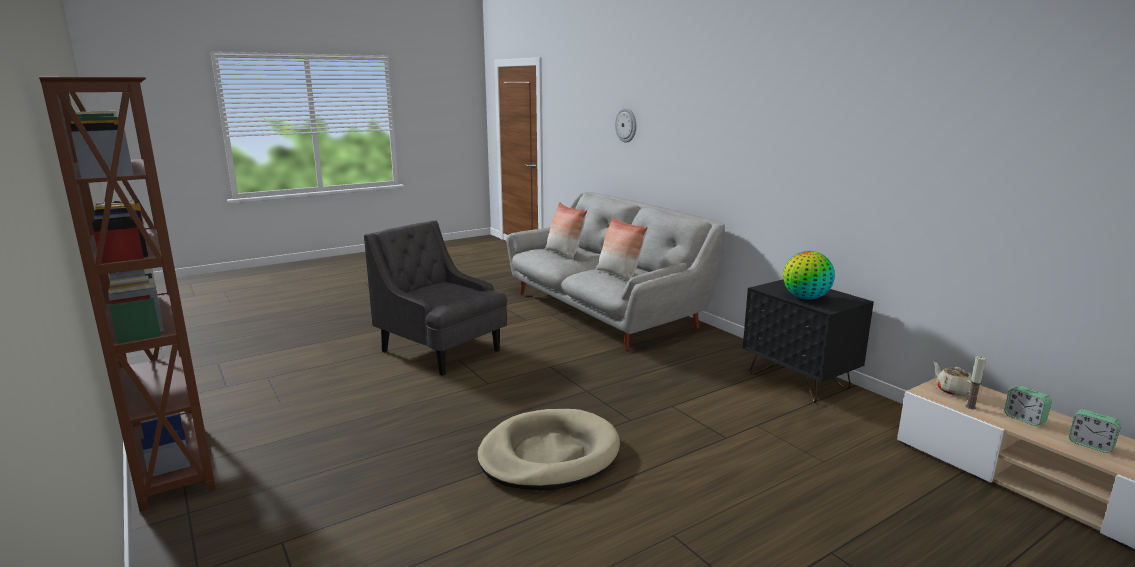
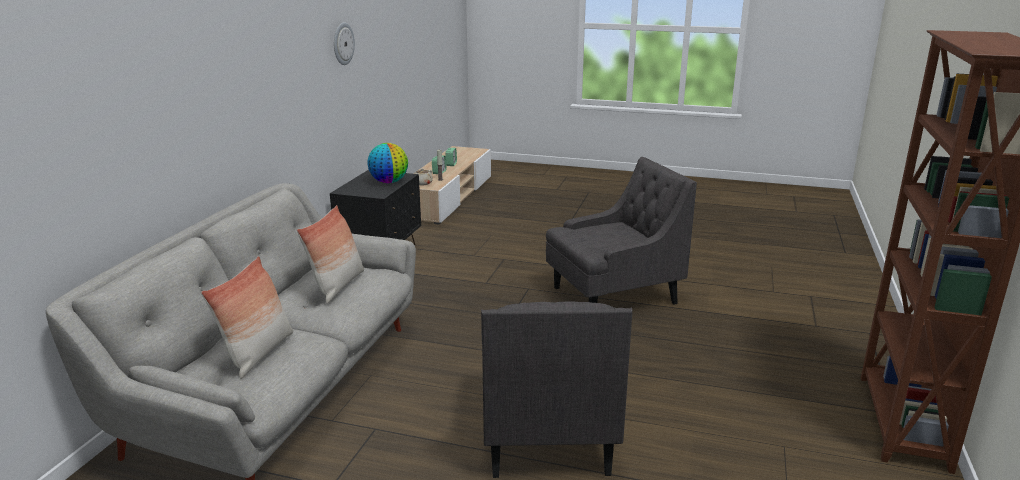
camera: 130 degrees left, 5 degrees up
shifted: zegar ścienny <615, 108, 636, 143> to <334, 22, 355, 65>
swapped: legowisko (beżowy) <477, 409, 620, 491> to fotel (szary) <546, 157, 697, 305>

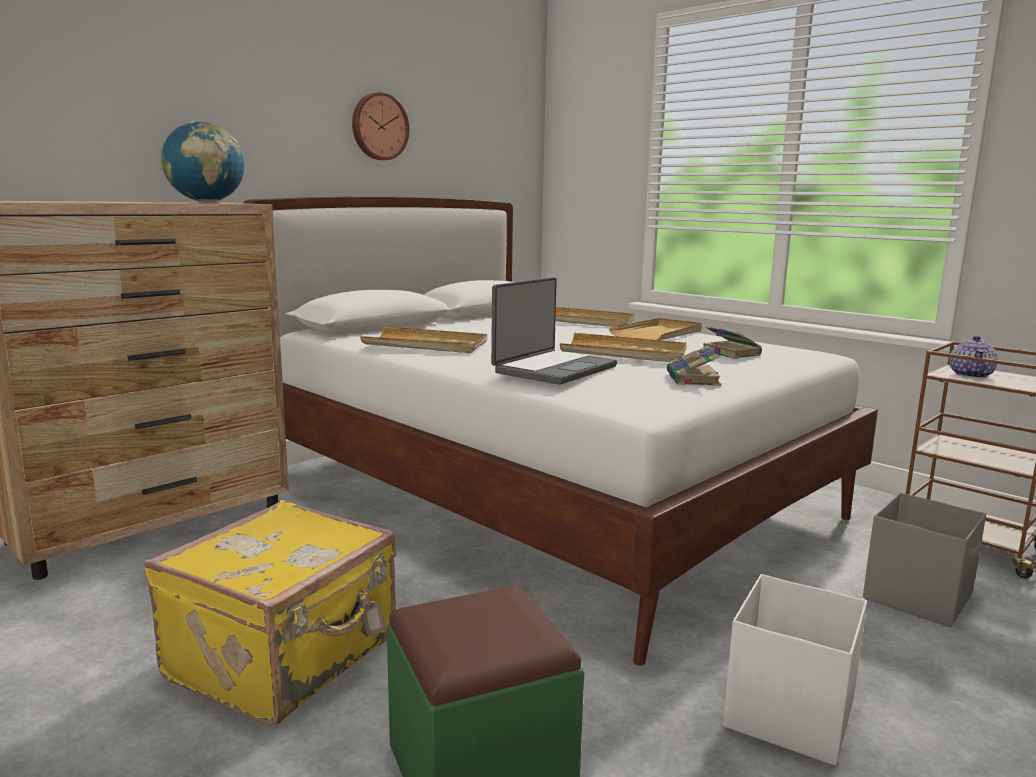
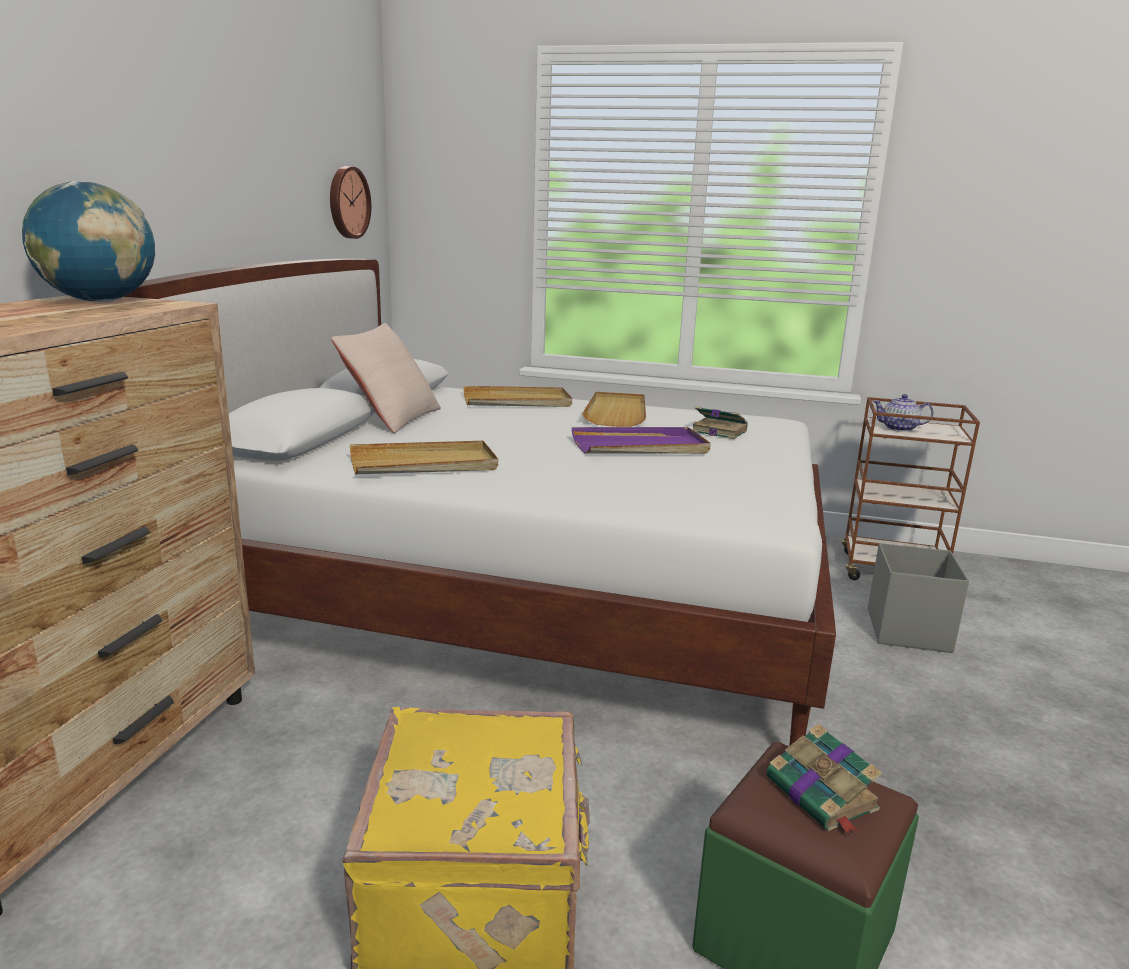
camera: 30 degrees left, 5 degrees up
gone: laptop <491, 277, 617, 385>; pojemnik do przechowywania (biały) <723, 574, 867, 765>
new: poduszka (beżowy) <331, 323, 441, 433>
shifted: zegar ścienny <352, 92, 409, 160> to <330, 166, 371, 239>; książka <667, 345, 722, 386> to <766, 724, 882, 835>
repainted: taca (beżowy) <560, 333, 687, 362> to taca (fioletowy) <572, 427, 711, 454>
rotated: imbryk <949, 335, 998, 378> = <873, 394, 934, 432> 105 degrees clockwise

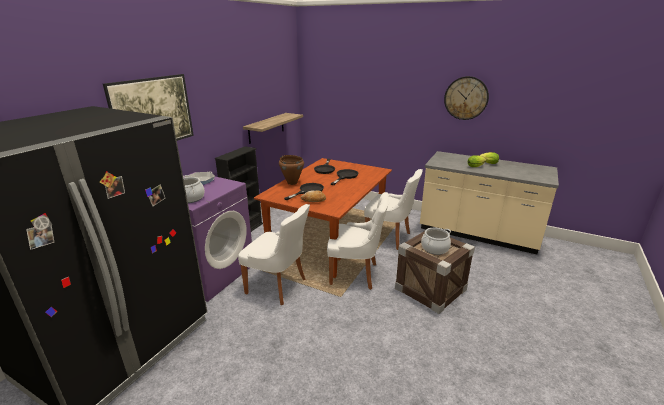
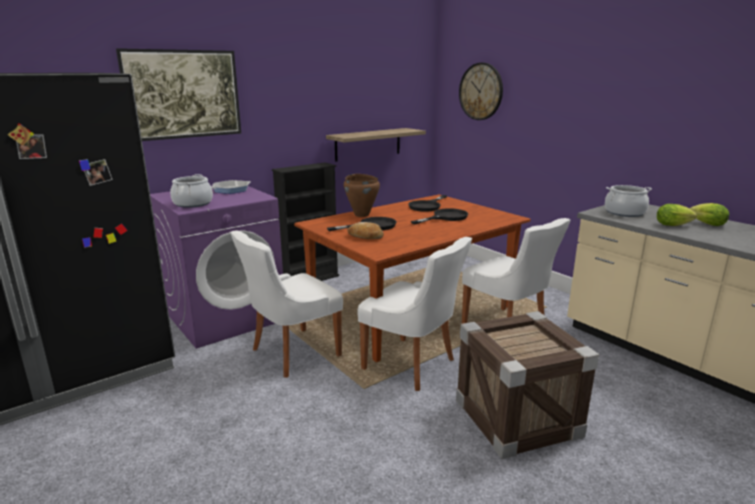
camera: 25 degrees right, 5 degrees down
shifted: zegar ścienny <444, 76, 489, 120> to <459, 62, 503, 120>; garnek <421, 228, 451, 255> to <605, 185, 652, 217>
rotated: krzesło (biały) <238, 204, 310, 305> = <230, 230, 343, 378> 90 degrees clockwise

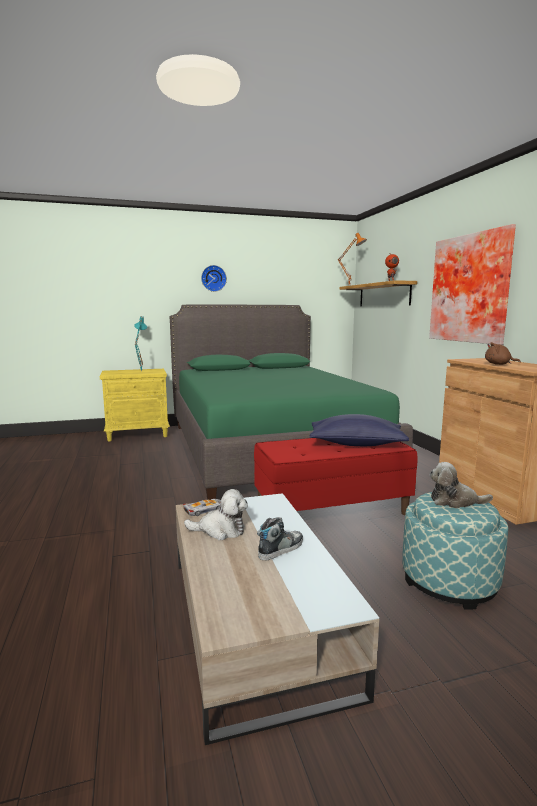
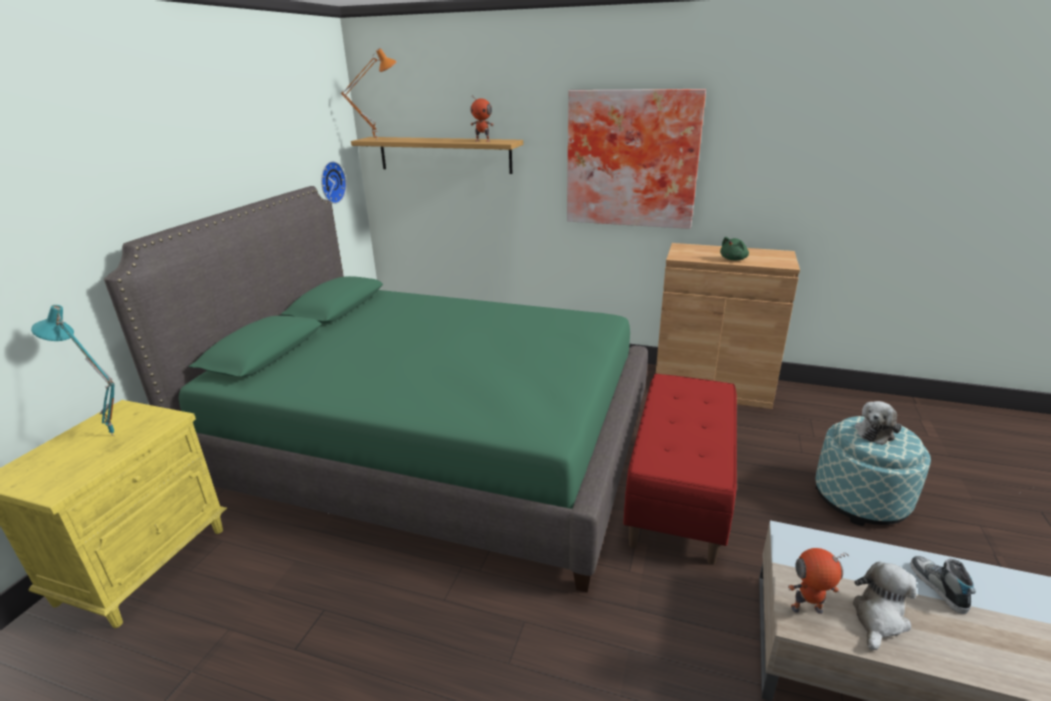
camera: 55 degrees left, 15 degrees up
gone: poduszka (niebieski) <310, 414, 409, 446>
shifted: zegar ścienny <201, 265, 227, 292> to <321, 161, 346, 204>
swapped: samochodzik <183, 499, 221, 516> to robot zabawkowy <788, 548, 849, 614>
repainted: pluszak (brązowy) <485, 342, 521, 365> to pluszak (zielony) <720, 237, 749, 261>

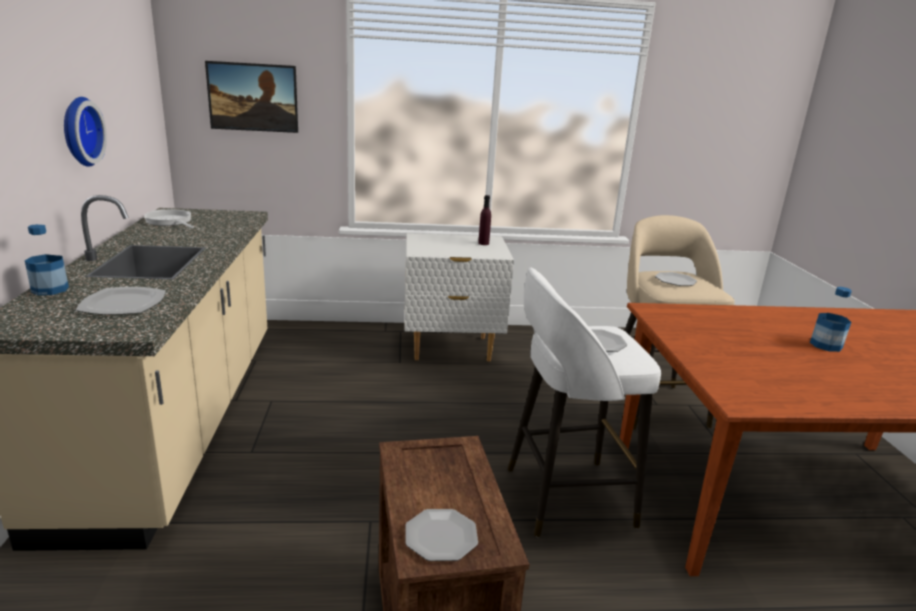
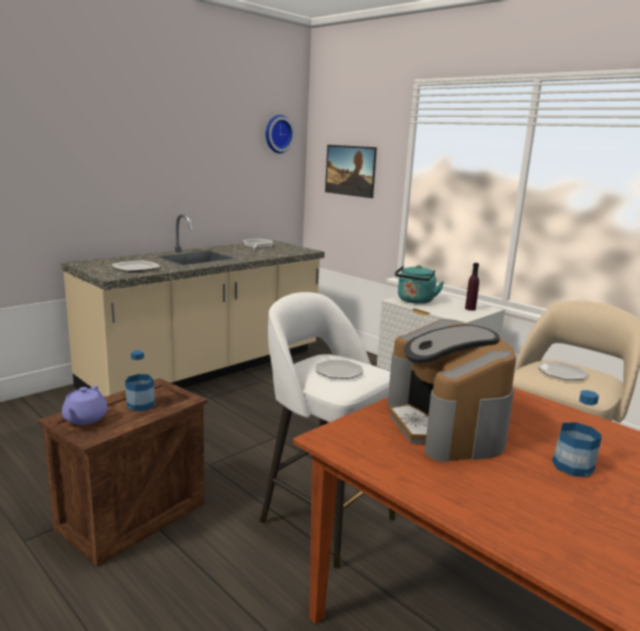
camera: 50 degrees right, 5 degrees down
new: ekspres do kawy <388, 319, 516, 462>; czajnik (turkusowy) <395, 265, 444, 304>
shifted: butelka <25, 224, 69, 295> to <125, 350, 155, 411>; zegar ścienny <64, 97, 107, 167> to <266, 115, 295, 153>
swapped: talerz <405, 509, 478, 561> to imbryk (fioletowy) <62, 386, 108, 425>

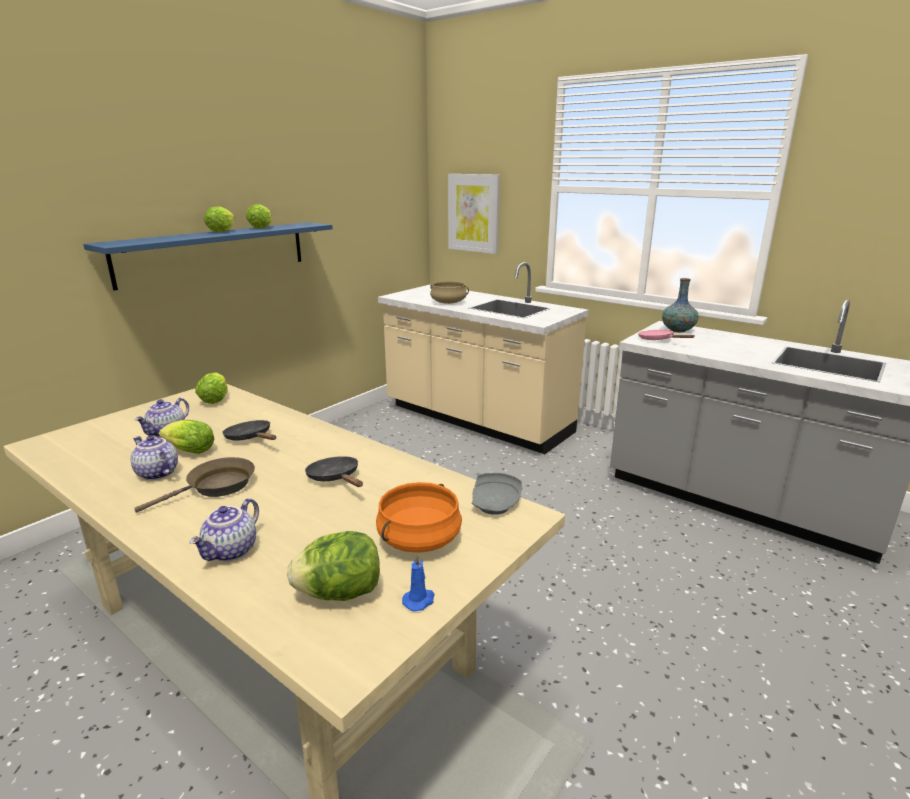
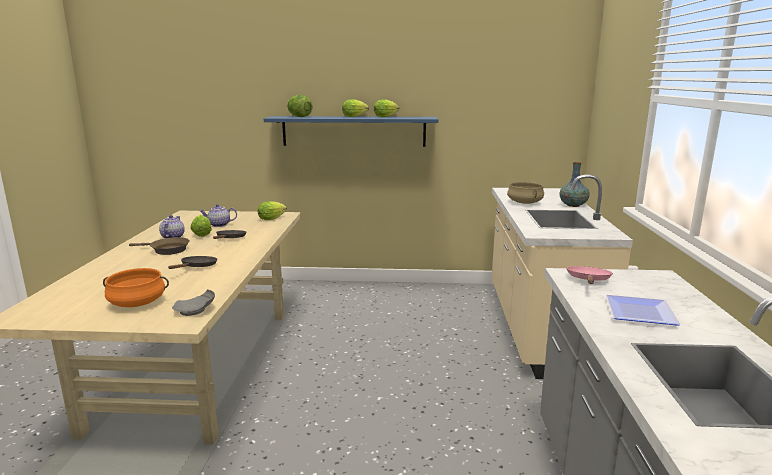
camera: 55 degrees right, 5 degrees down
gone: imbryk <190, 498, 259, 562>; świeca (niebieski) <402, 554, 435, 612>; obraz <448, 174, 500, 254>
new: talerz <606, 295, 681, 326>
shifted: sałata <287, 531, 380, 601> to <287, 95, 312, 117>; wazon <662, 278, 698, 332> to <560, 162, 590, 207>

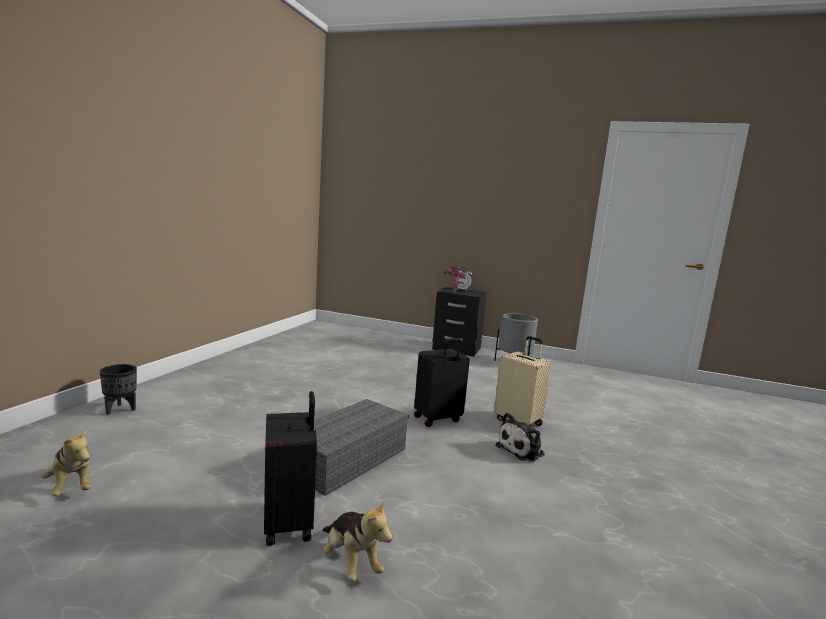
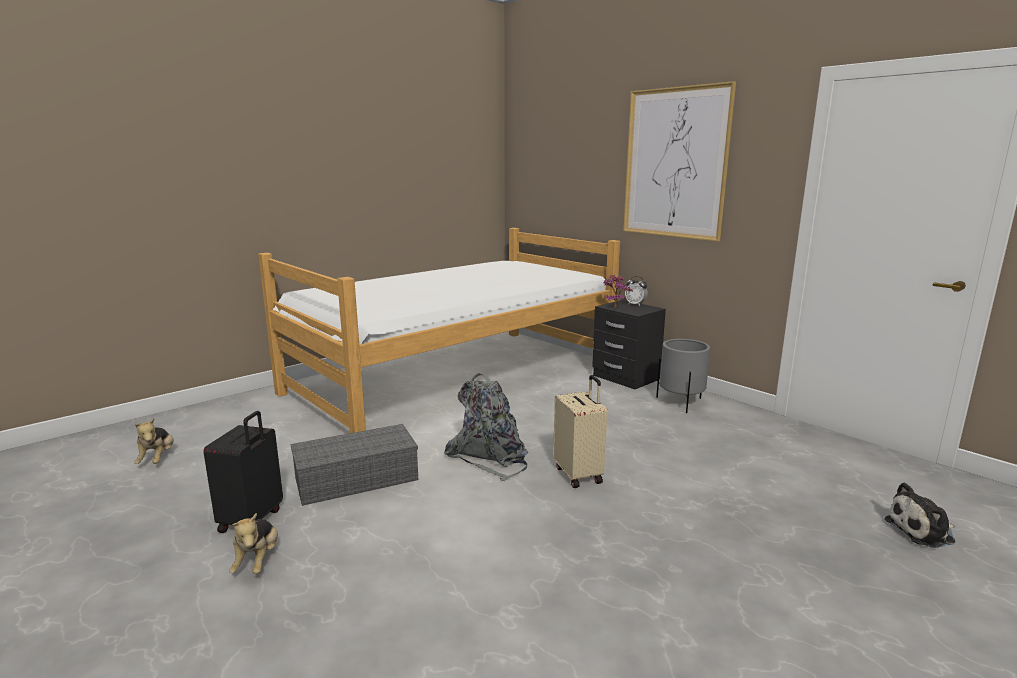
camera: 30 degrees right, 5 degrees up
gone: donica (czarny) <100, 364, 137, 415>
new: łóżko <258, 228, 620, 433>; obraz <623, 81, 736, 242>
shifted: pluszak <495, 412, 545, 462> to <884, 483, 955, 548>
swapped: walizka (czarny) <414, 338, 470, 427> to plecak (szary) <444, 373, 529, 481>

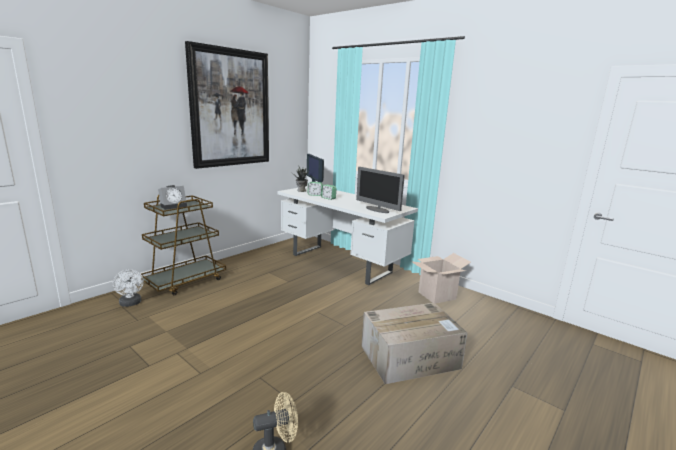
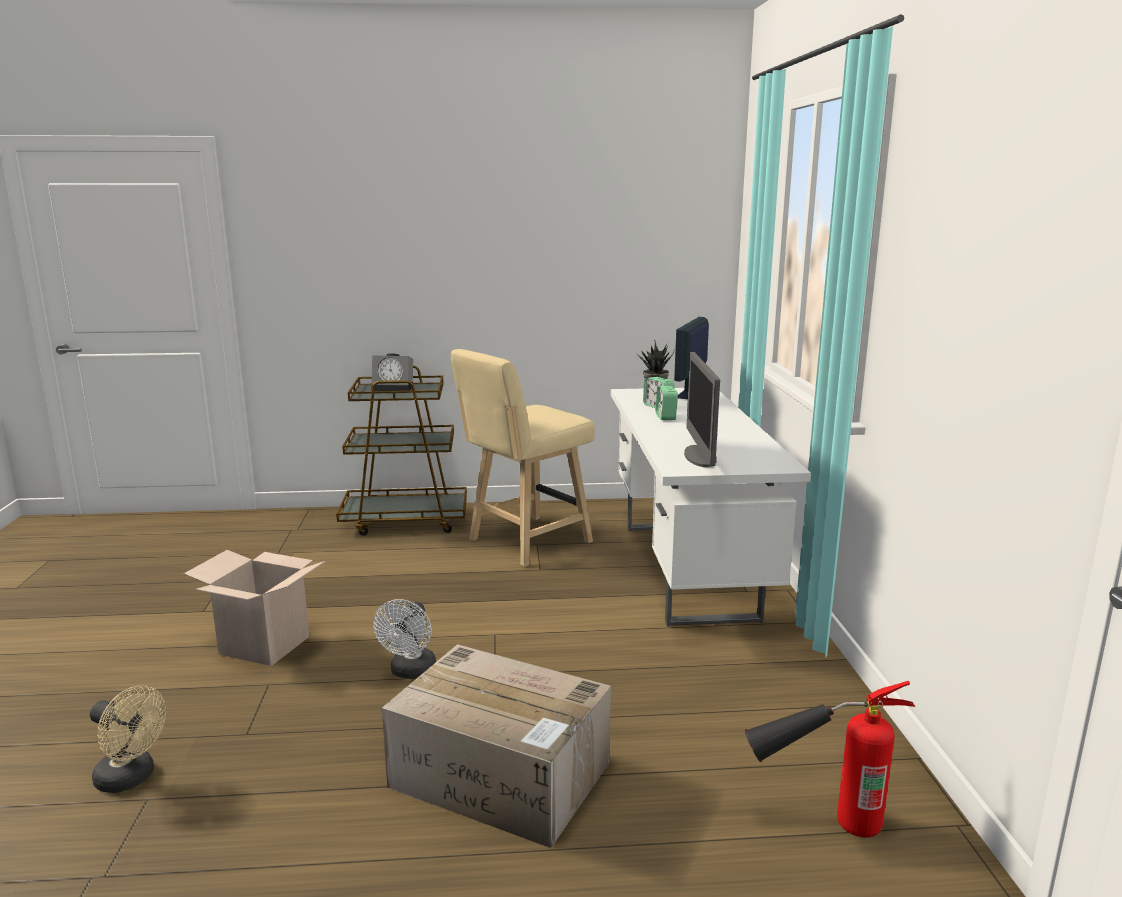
camera: 45 degrees right, 0 degrees up
gone: obraz <185, 41, 269, 169>
new: stołek (beżowy) <451, 349, 595, 567>; gaśnica <745, 681, 915, 838>
shifted: karton <411, 253, 471, 304> to <184, 550, 325, 666>; wentylator (biały) <113, 269, 144, 307> to <373, 599, 436, 679>

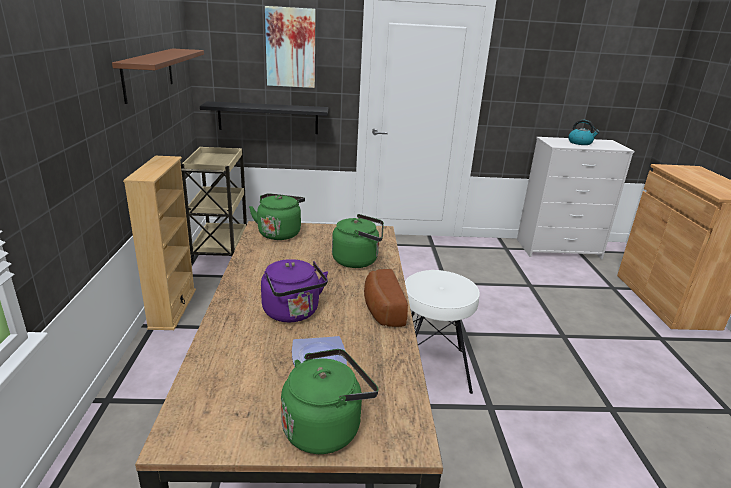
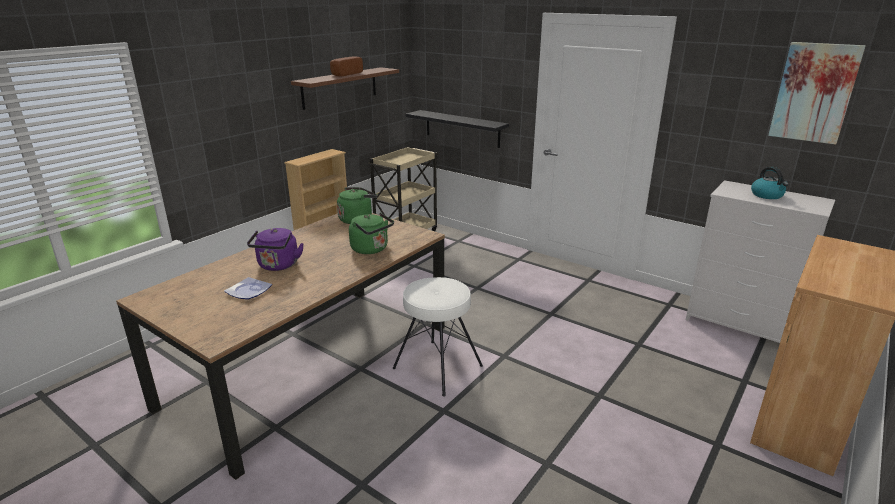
camera: 40 degrees right, 0 degrees up
gone: czajnik (zielony) <281, 349, 379, 454>
shifted: chleb <364, 269, 408, 327> to <330, 57, 363, 76>; obraz <265, 6, 316, 88> to <768, 42, 866, 145>

